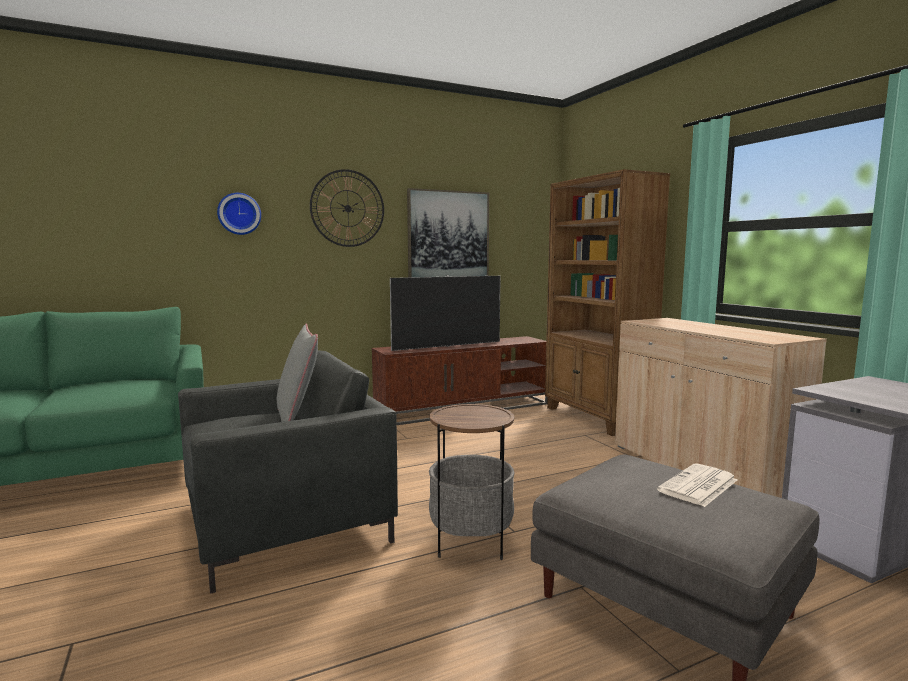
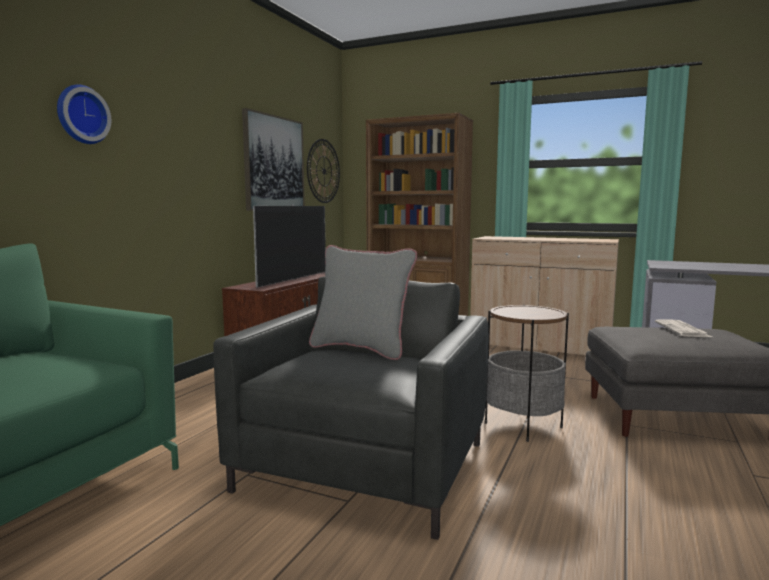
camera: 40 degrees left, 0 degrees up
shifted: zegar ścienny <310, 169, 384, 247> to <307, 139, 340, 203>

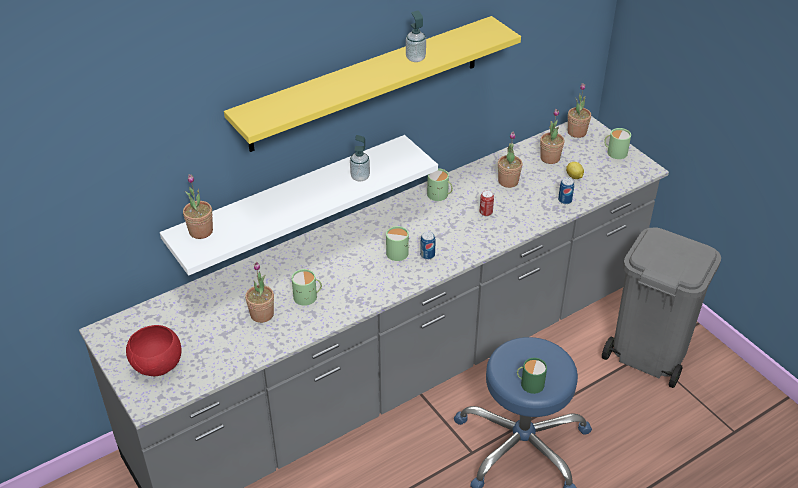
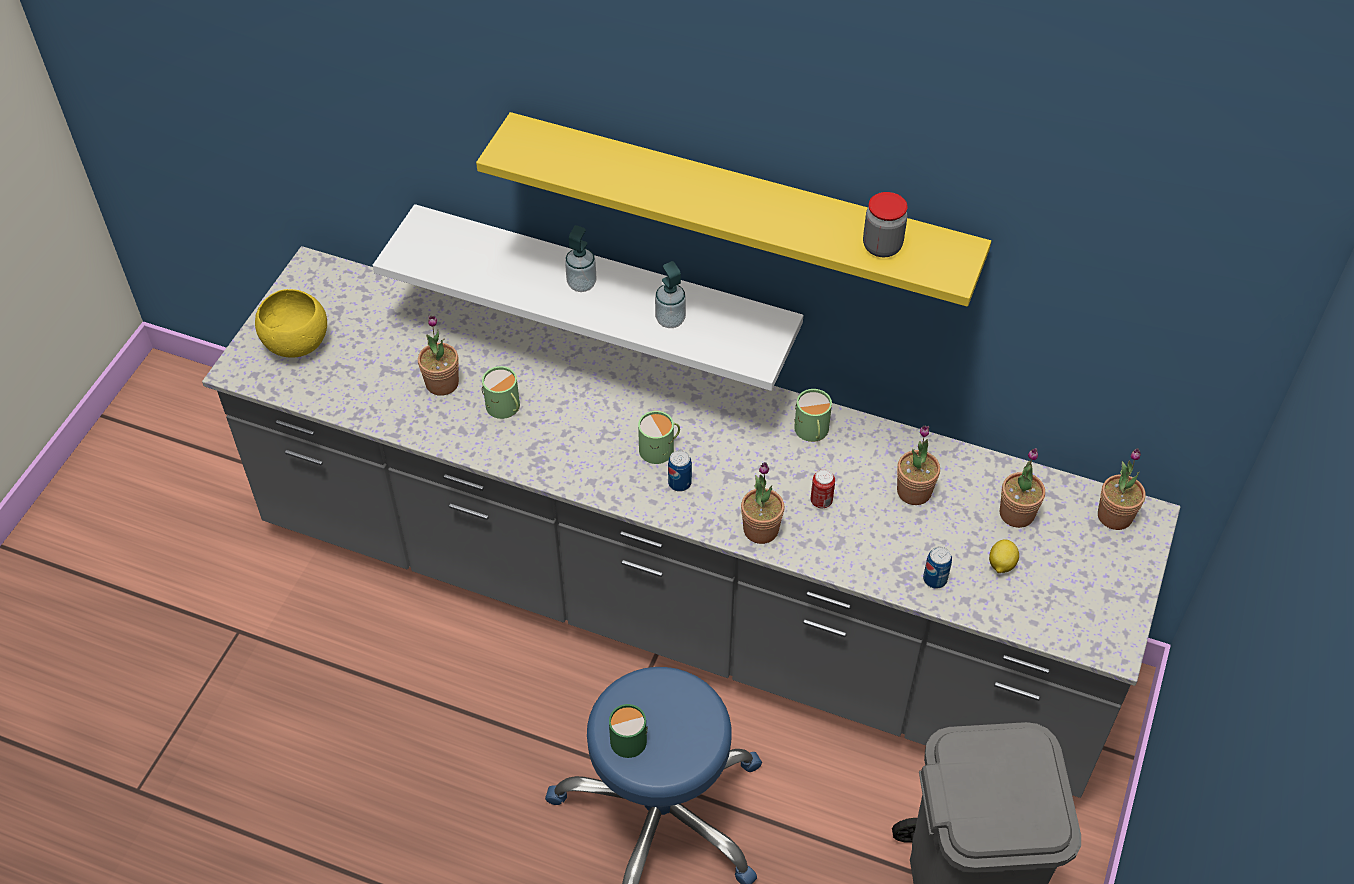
camera: 55 degrees right, 10 degrees up
gone: kubek (zielony) <604, 128, 631, 159>
new: słoik <863, 192, 907, 257>
shifted: dozownik mydła <406, 10, 426, 62> to <565, 225, 597, 292>; roślina doniczkowa <183, 174, 213, 239> to <741, 462, 784, 544>
repainted: miska (czerwony) <126, 325, 181, 376> to miska (żółty) <255, 289, 327, 358>

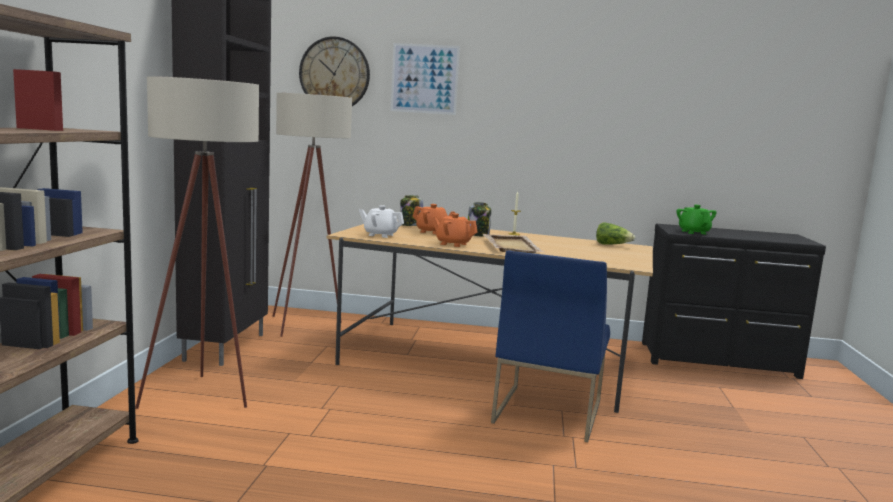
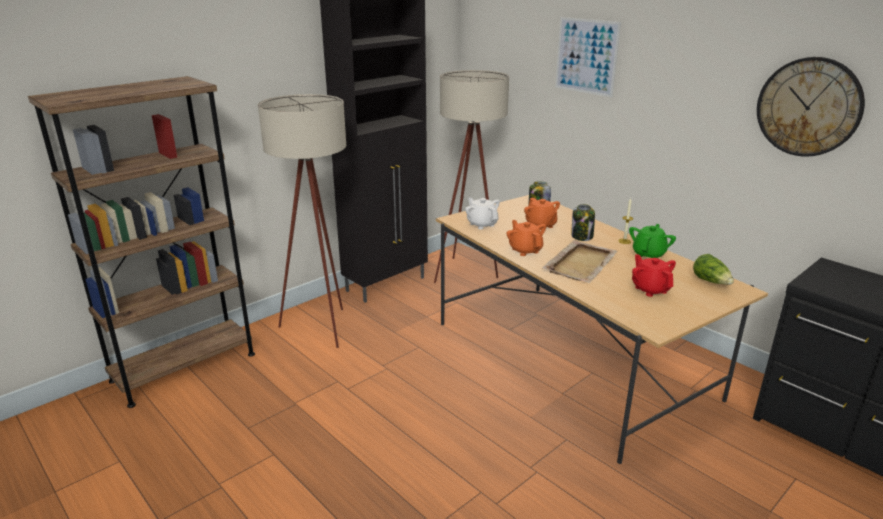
camera: 40 degrees right, 15 degrees up
gone: krzesło (niebieski) <491, 251, 610, 442>
new: imbryk (czerwony) <632, 254, 676, 297>
shifted: imbryk (zielony) <676, 205, 717, 235> to <629, 224, 676, 258>; zegar ścienny <299, 36, 370, 106> to <757, 57, 865, 157>

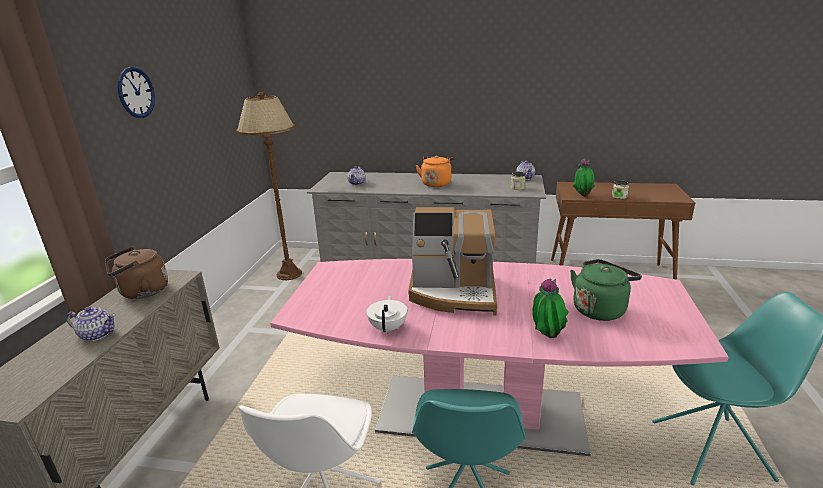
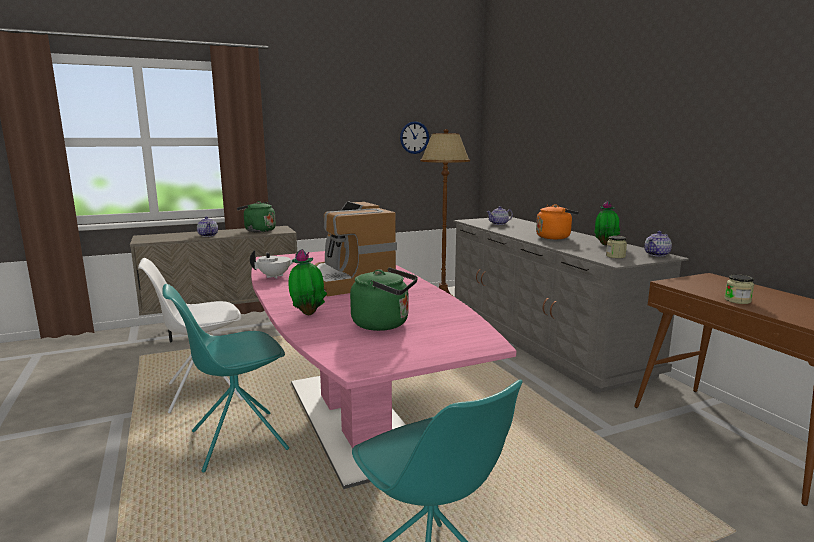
camera: 55 degrees right, 10 degrees down
shifted: zegar ścienny <118, 67, 155, 118> to <400, 121, 429, 154>; roślina doniczkowa <573, 158, 595, 197> to <594, 200, 620, 245>
repainted: czajnik (brązowy) <105, 247, 168, 299> to czajnik (zielony) <237, 201, 276, 232>

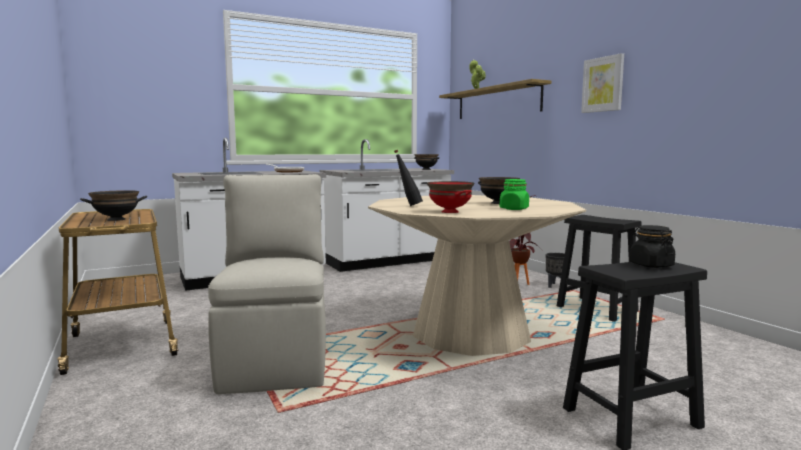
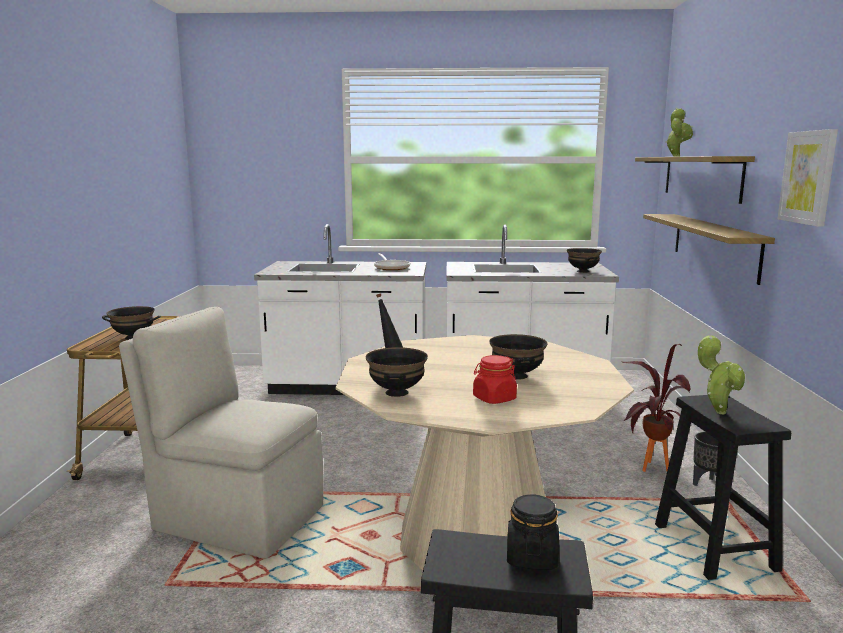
camera: 30 degrees right, 5 degrees up
new: półka <643, 214, 775, 285>; roślina doniczkowa <698, 336, 745, 414>
repainted: miska (czerwony) <427, 181, 474, 213> to miska (czarny) <366, 347, 428, 397>; słoik (zielony) <500, 179, 529, 210> to słoik (czerwony) <473, 355, 517, 404>
rotated: krzesło (beżowy) <208, 174, 326, 394> = <119, 307, 324, 559> 90 degrees counterclockwise

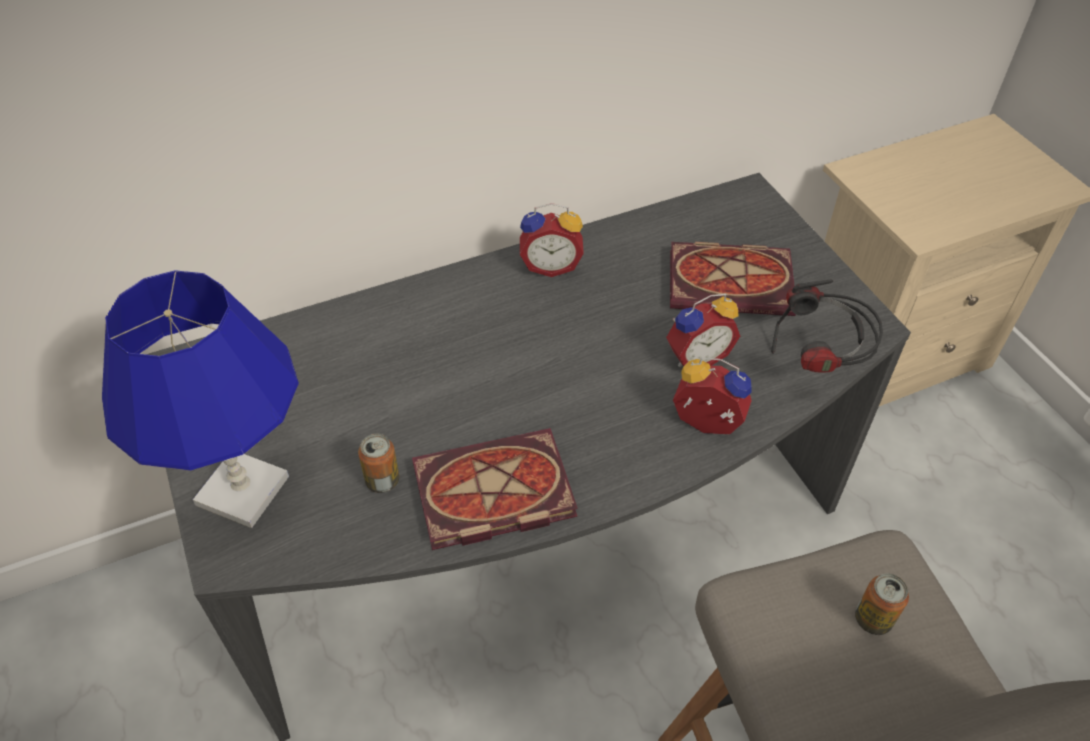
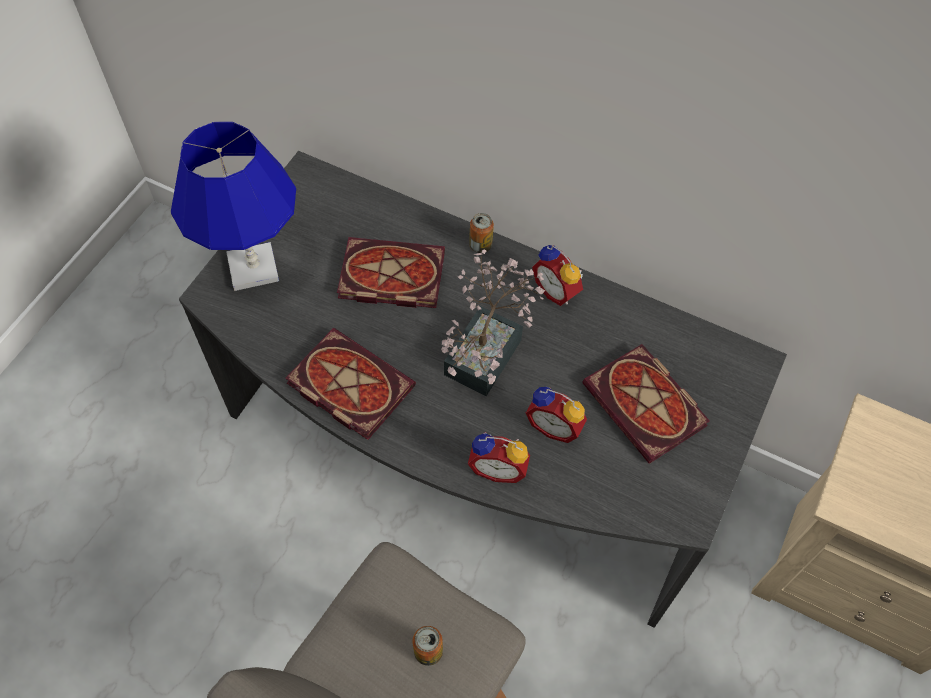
camera: 50 degrees right, 10 degrees up
gone: słuchawki <771, 279, 883, 373>
new: książka <337, 237, 445, 308>; roślina doniczkowa <441, 249, 545, 396>
shifted: puszka <358, 434, 400, 493> to <469, 213, 494, 253>
rotated: budzik <673, 357, 752, 434> = <468, 432, 530, 483> 120 degrees clockwise

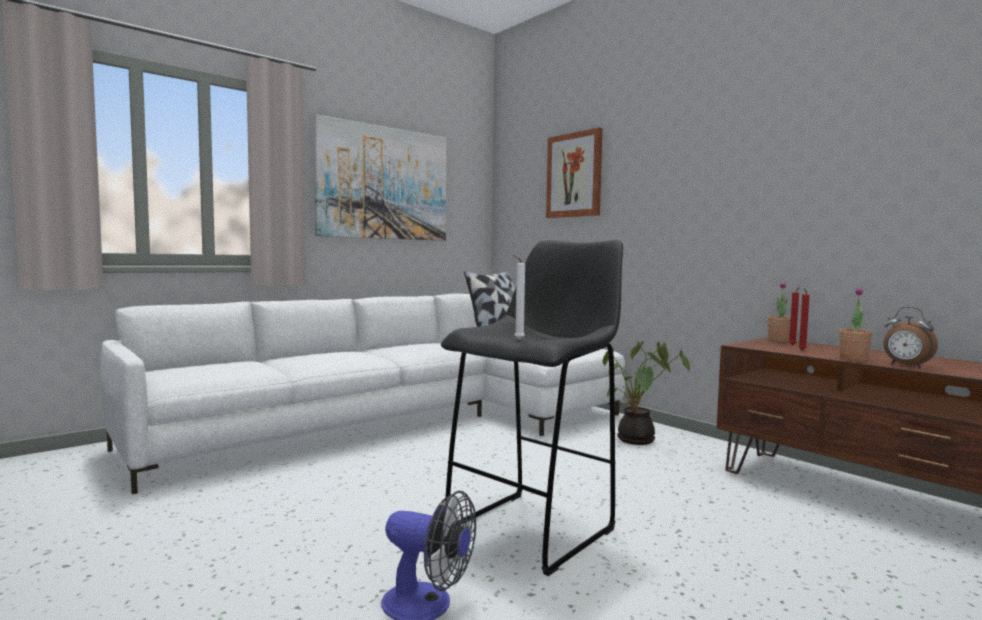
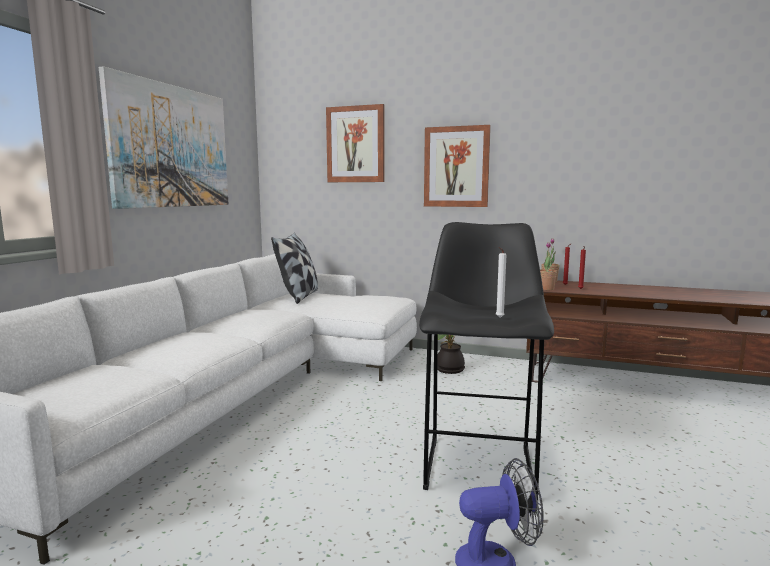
camera: 30 degrees left, 5 degrees up
gone: budzik <883, 307, 938, 368>
new: obraz <424, 125, 491, 207>
shifted: roślina doniczkowa <839, 287, 873, 361> to <540, 242, 557, 290>

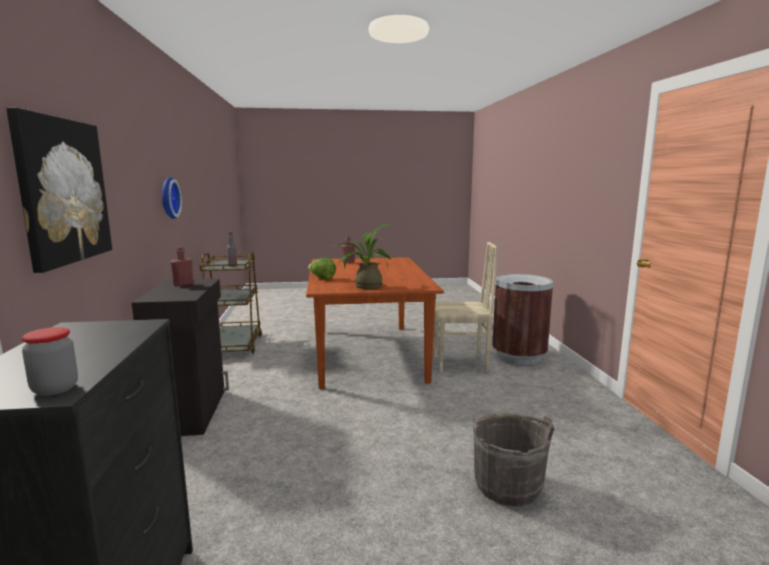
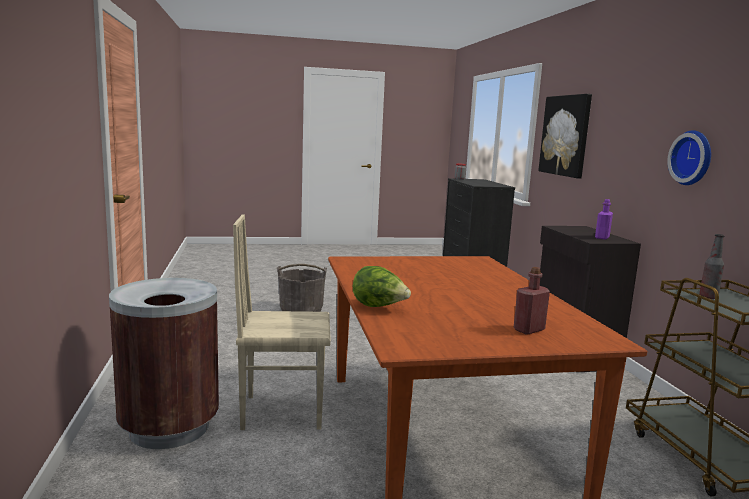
camera: 175 degrees right, 0 degrees up
gone: roślina doniczkowa <334, 224, 392, 289>
shifted: sałata <308, 258, 336, 279> to <353, 266, 411, 307>
repainted: butelka (czerwony) <171, 247, 194, 286> to butelka (fioletowy) <595, 199, 613, 240>

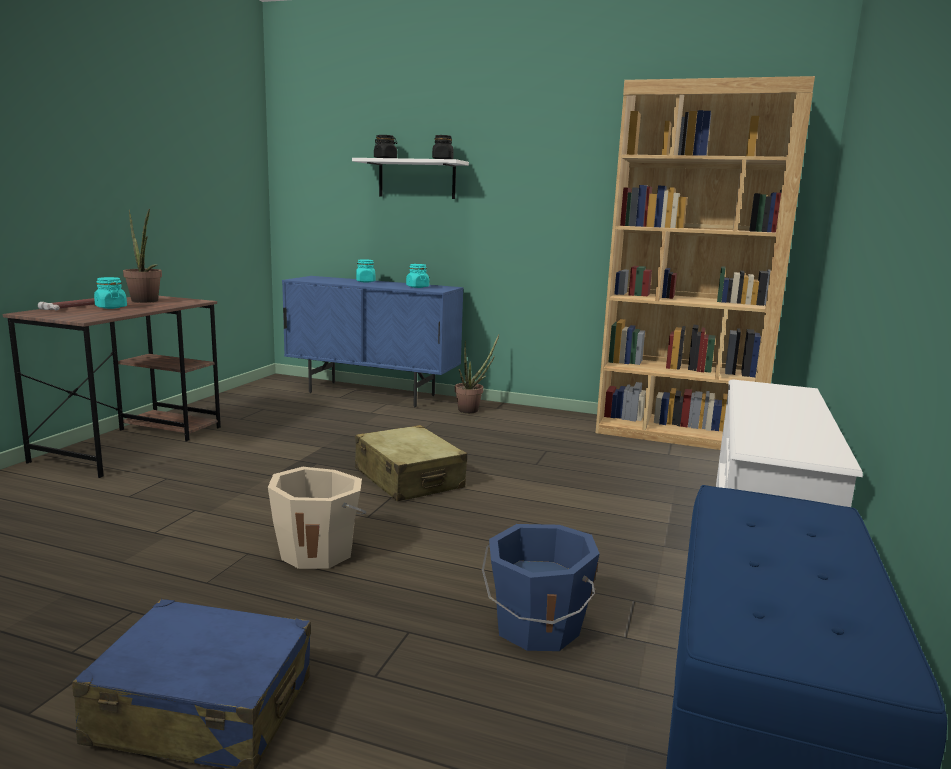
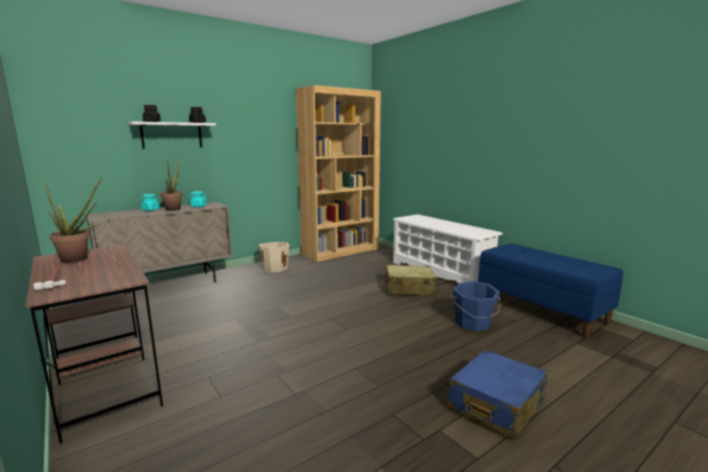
camera: 55 degrees left, 0 degrees up
gone: słoik (turkusowy) <94, 277, 127, 309>
shifted: roślina doniczkowa <455, 335, 499, 413> to <160, 158, 182, 211>; wiadro (beżowy) <268, 467, 366, 569> to <256, 242, 291, 273>; walizka (beżowy) <355, 425, 467, 501> to <383, 265, 436, 295>
repainted: szafka (niebieski) <282, 276, 464, 407> to szafka (beżowy) <87, 202, 232, 294>

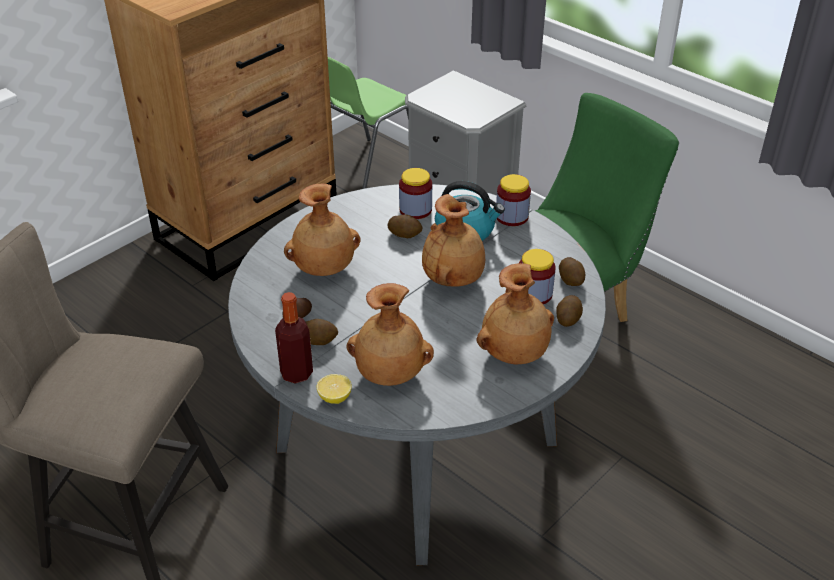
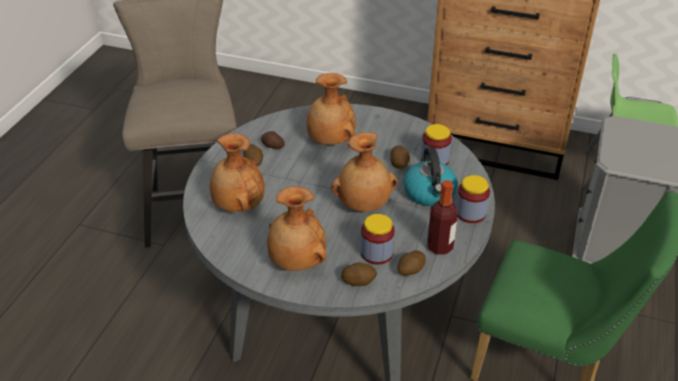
camera: 65 degrees right, 0 degrees up
gone: cytryna <317, 374, 352, 404>
shifted: butelka <275, 292, 313, 384> to <427, 180, 458, 255>

